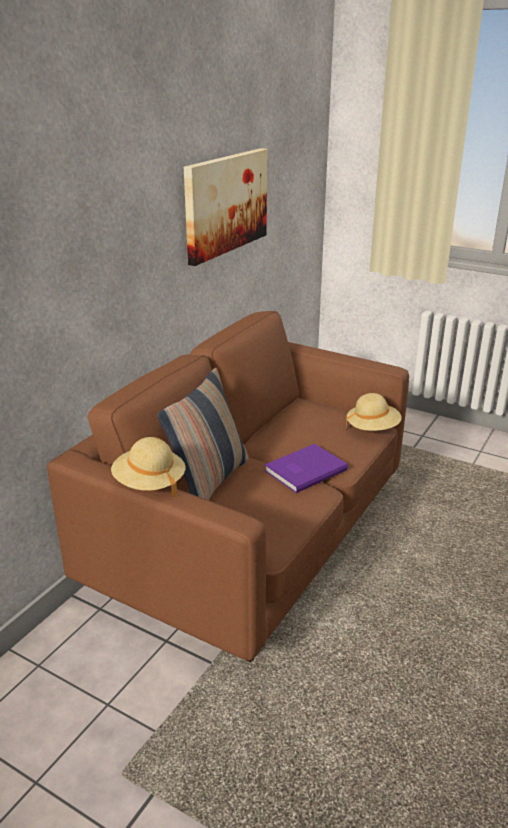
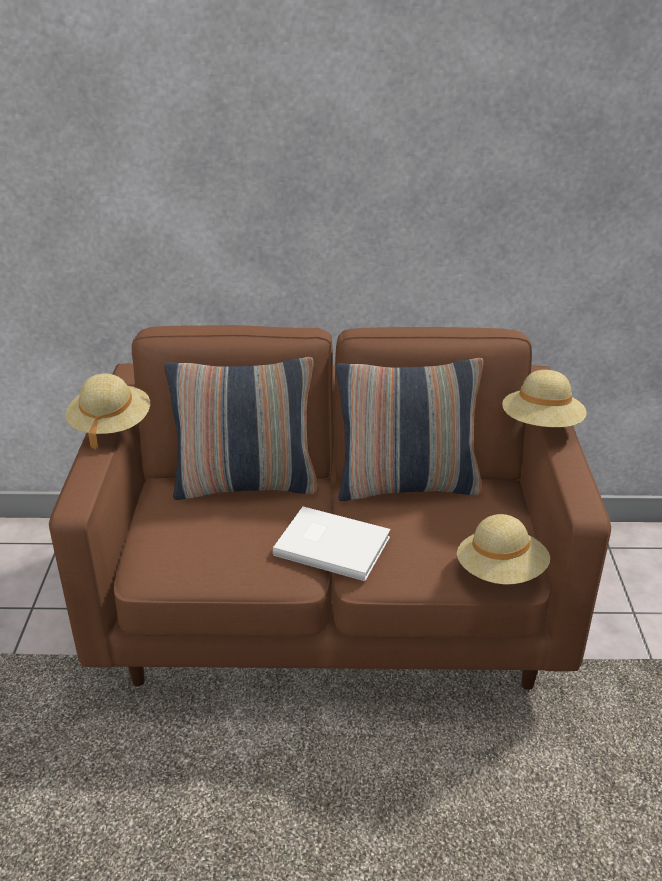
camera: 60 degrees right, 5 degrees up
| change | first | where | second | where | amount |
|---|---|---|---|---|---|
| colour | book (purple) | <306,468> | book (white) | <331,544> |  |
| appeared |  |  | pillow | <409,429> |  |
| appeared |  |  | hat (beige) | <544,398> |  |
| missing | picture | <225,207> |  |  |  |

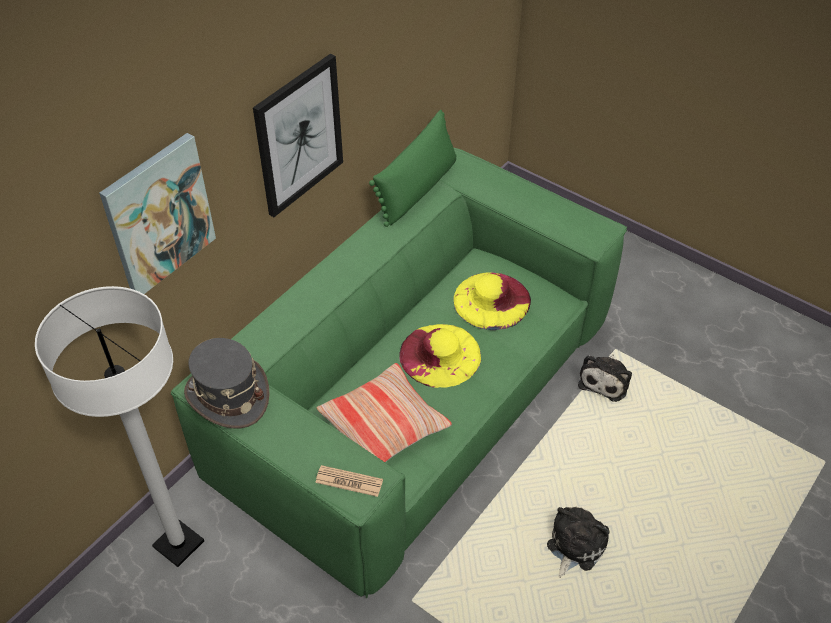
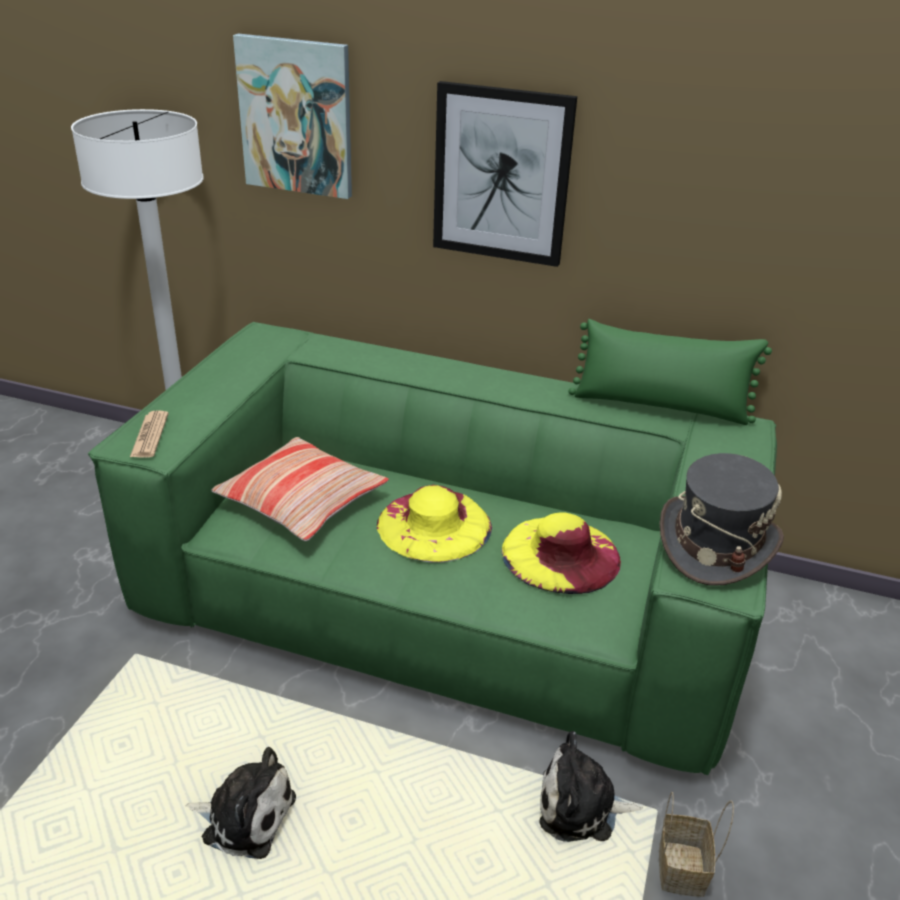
camera: 70 degrees right, 15 degrees down
| change | first | where | second | where | amount |
|---|---|---|---|---|---|
| appeared |  |  | basket | <696,844> |  |
| relocated | hat (grey) | <227,383> |  | <722,519> |  |

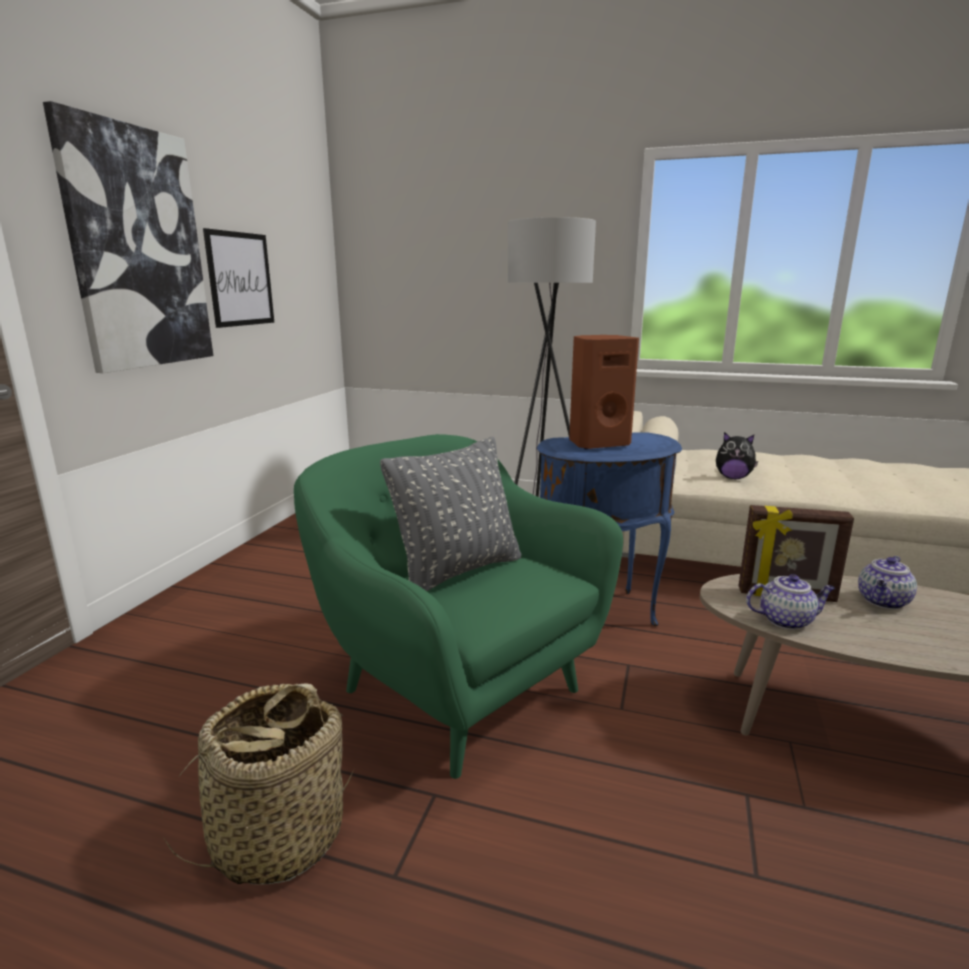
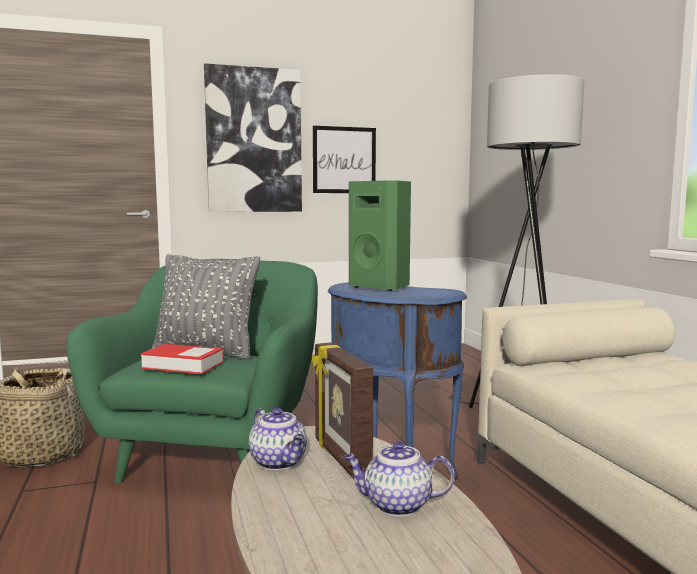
camera: 55 degrees right, 10 degrees down
| change | first | where | second | where | amount |
|---|---|---|---|---|---|
| appeared |  |  | book | <182,359> |  |
| colour | speaker (brown) | <604,392> | speaker (green) | <380,236> |  |
| missing | plush toy | <737,455> |  |  |  |

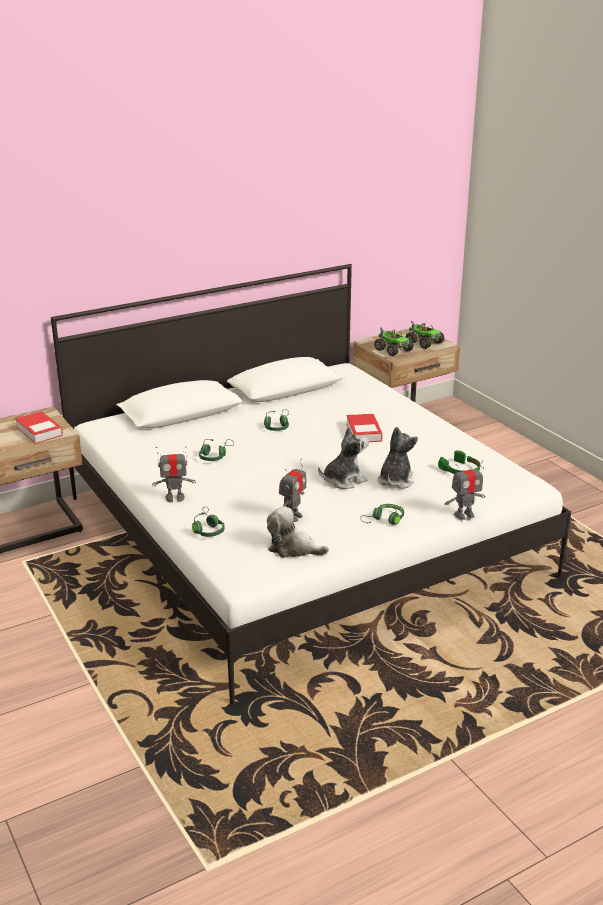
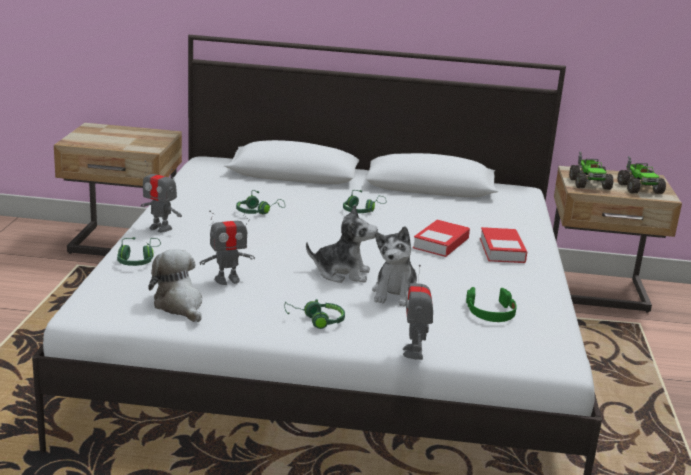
camera: 35 degrees right, 5 degrees down
| change | first | where | second | where | amount |
|---|---|---|---|---|---|
| spun | plush toy | <398,458> |  | <394,266> | 135 degrees clockwise |
| spun | toy robot | <465,490> |  | <418,312> | 75 degrees clockwise |
| relocated | book | <39,427> |  | <503,245> |  |

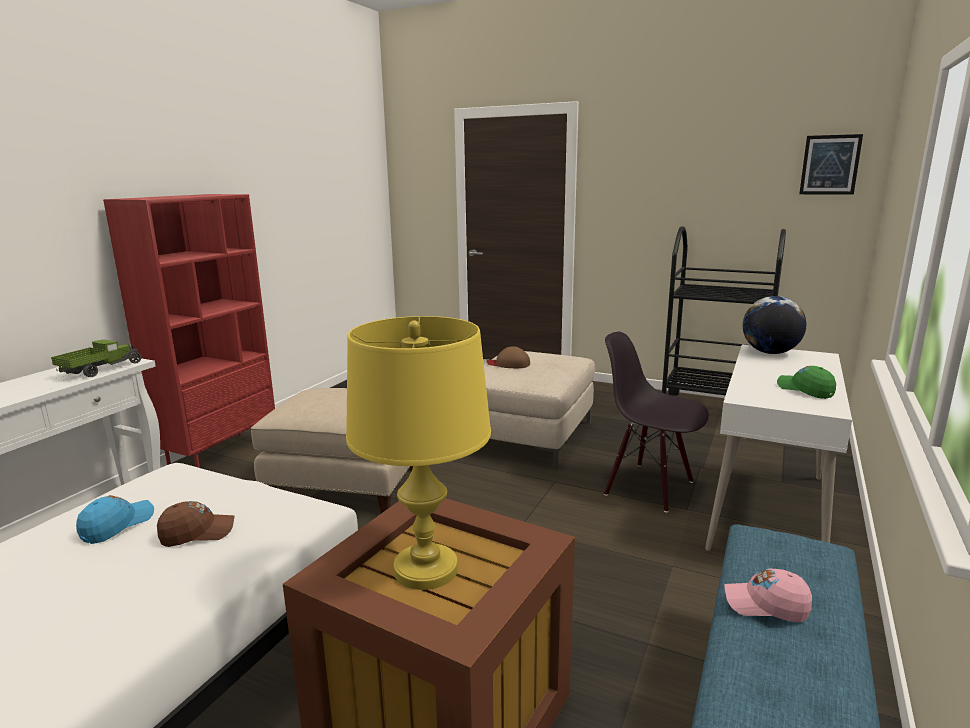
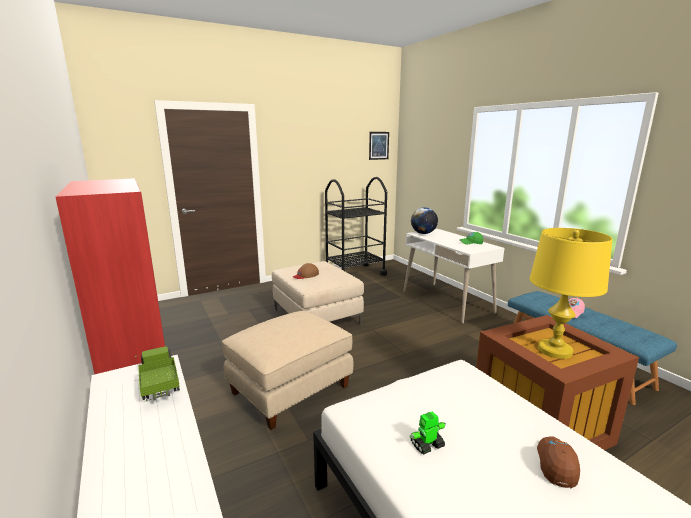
camera: 55 degrees left, 0 degrees up
| change | first | where | second | where | amount |
|---|---|---|---|---|---|
| exchanged | cap (blue) | <115,519> | toy robot | <427,433> |  |
| relocated | cap (brown) | <196,524> |  | <558,462> |  |
| missing | chair (black) | <656,422> |  |  |  |

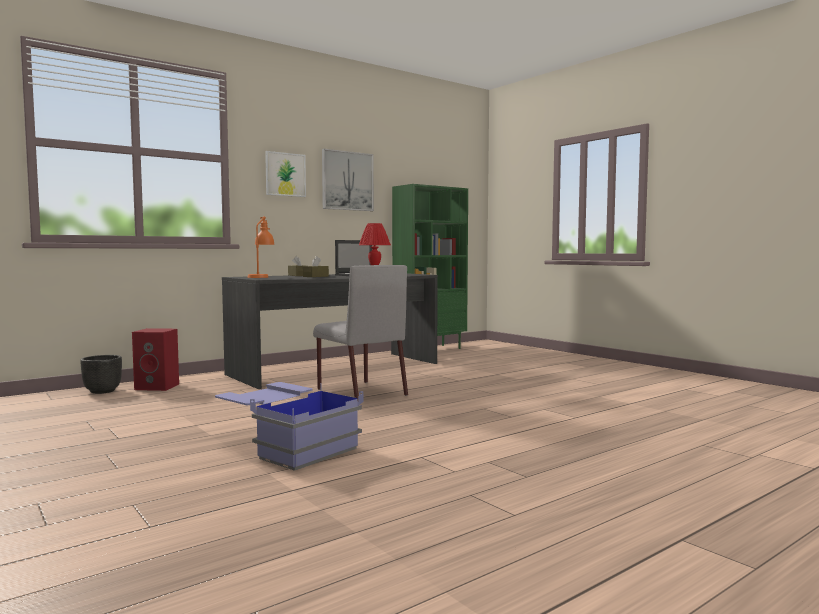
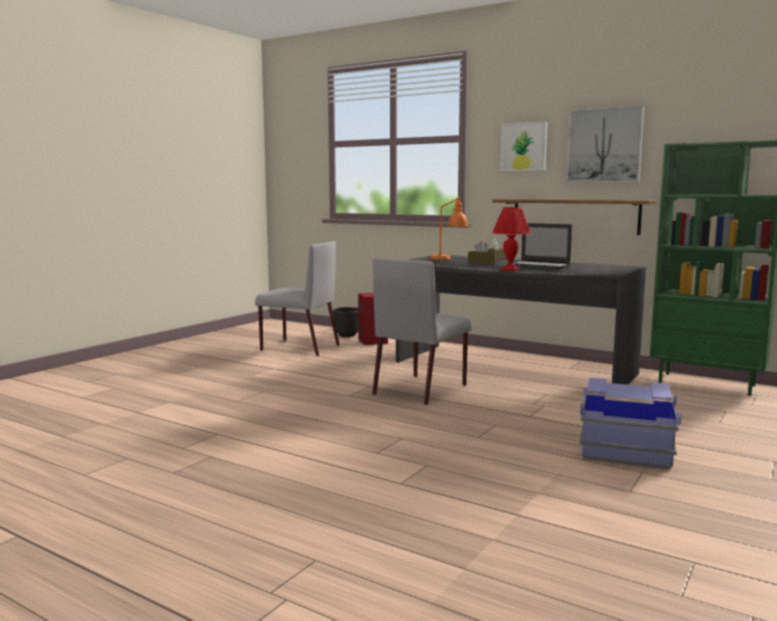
camera: 70 degrees right, 5 degrees up
| change | first | where | second | where | amount |
|---|---|---|---|---|---|
| appeared |  |  | chair (grey) | <297,298> |  |
| appeared |  |  | shelf | <574,217> |  |
| relocated | storage box (blue) | <289,426> |  | <631,423> |  |

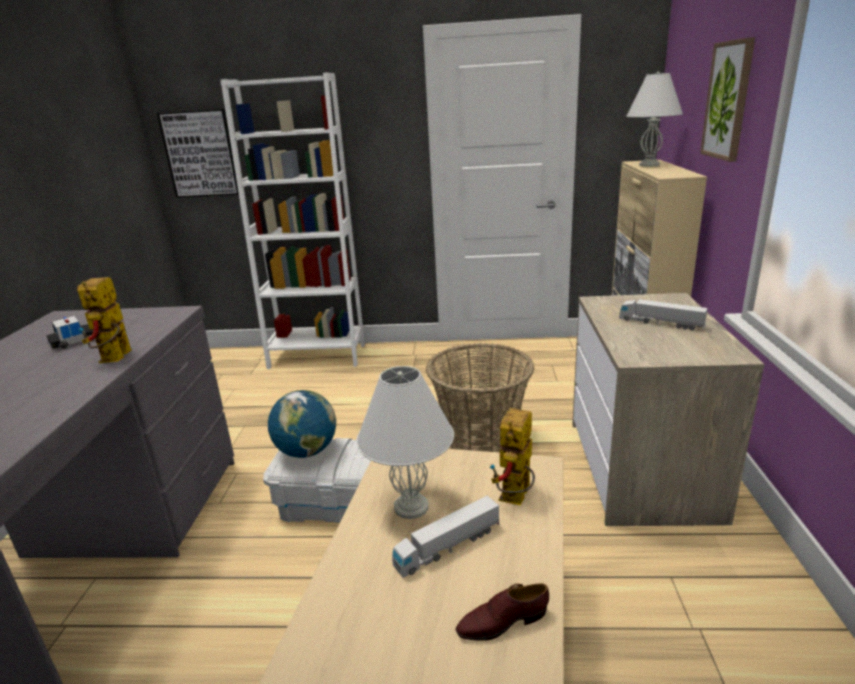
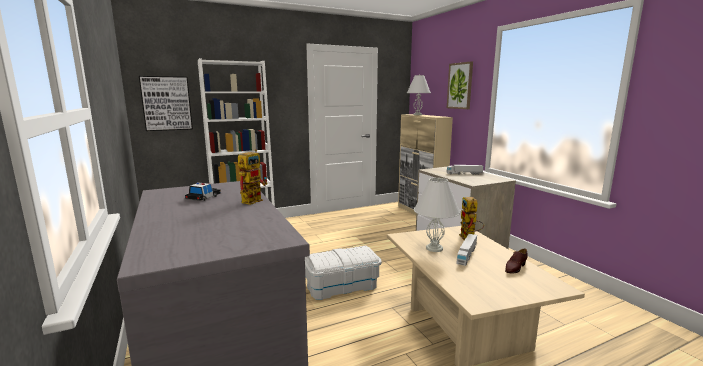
camera: 30 degrees left, 10 degrees down
| change | first | where | second | where | amount |
|---|---|---|---|---|---|
| spun | toy robot | <104,320> |  | <253,177> | 120 degrees counterclockwise |
| missing | globe | <302,424> |  |  |  |
| missing | basket | <480,397> |  |  |  |

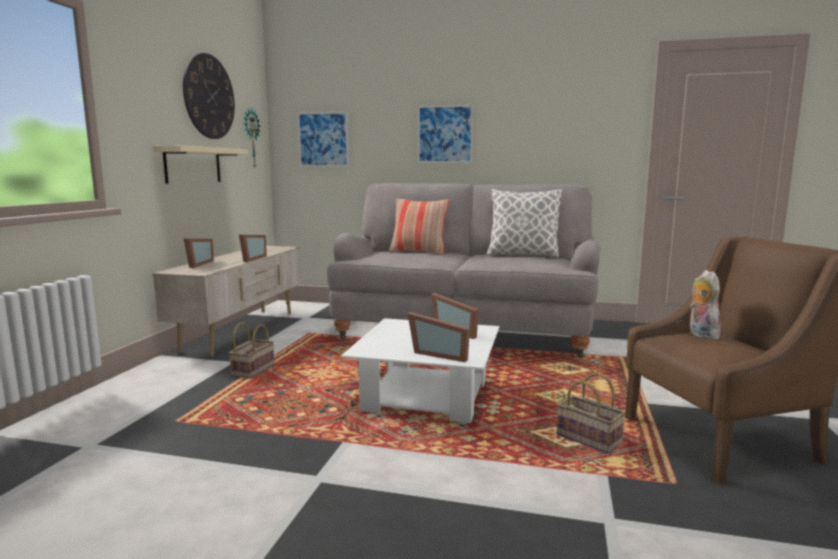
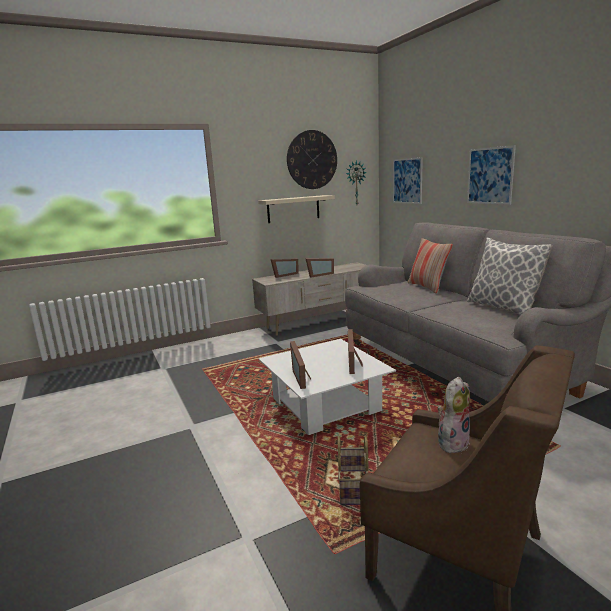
camera: 50 degrees right, 5 degrees up
| change | first | where | second | where | amount |
|---|---|---|---|---|---|
| missing | basket | <252,350> |  |  |  |

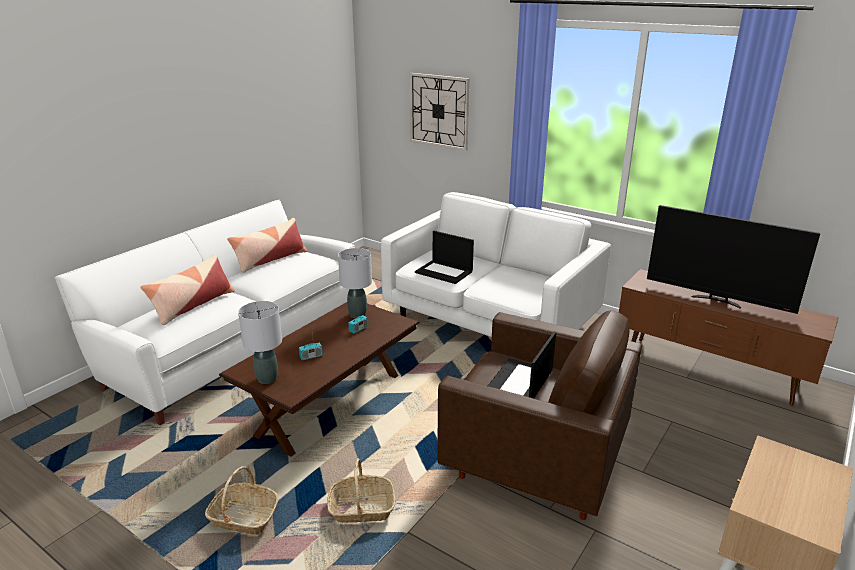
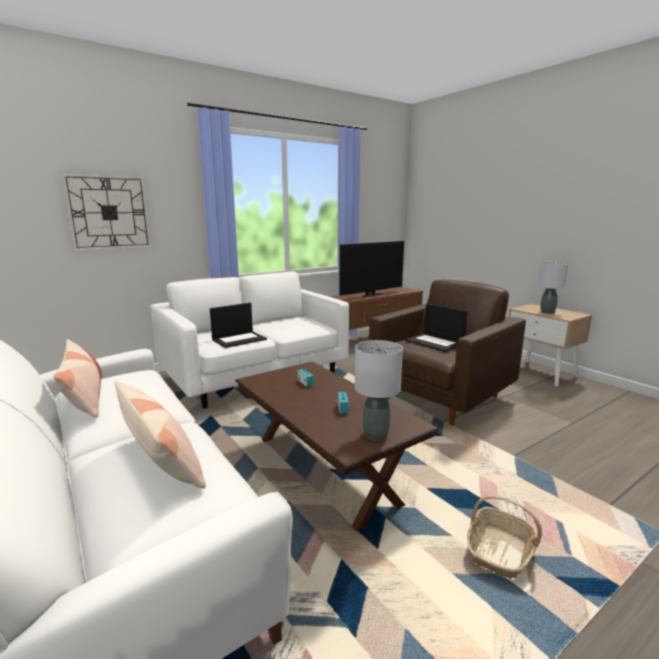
camera: 70 degrees left, 10 degrees down
| change | first | where | second | where | amount |
|---|---|---|---|---|---|
| relocated | table lamp (grey) | <355,283> |  | <553,288> |  |
| missing | basket | <361,490> |  |  |  |

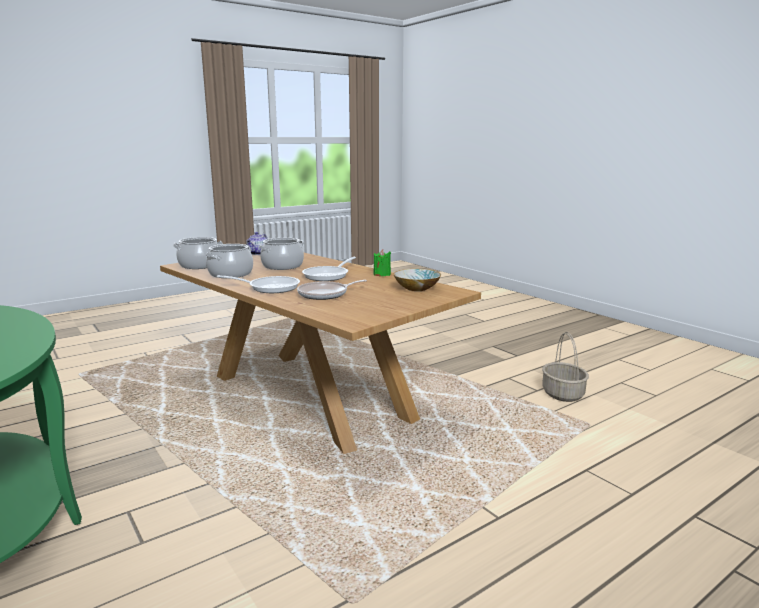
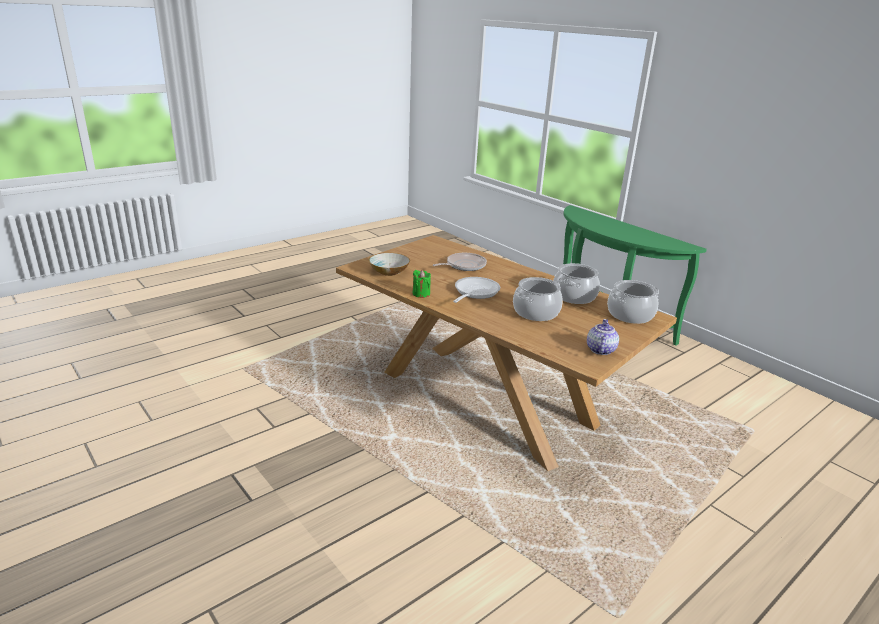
camera: 175 degrees right, 10 degrees up
| change | first | where | second | where | amount |
|---|---|---|---|---|---|
| missing | frying pan | <258,284> |  |  |  |
| missing | basket | <565,367> |  |  |  |

